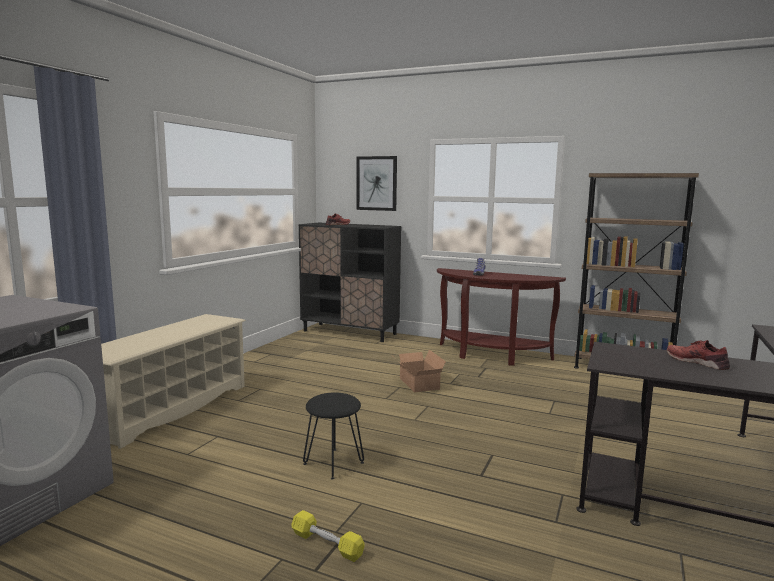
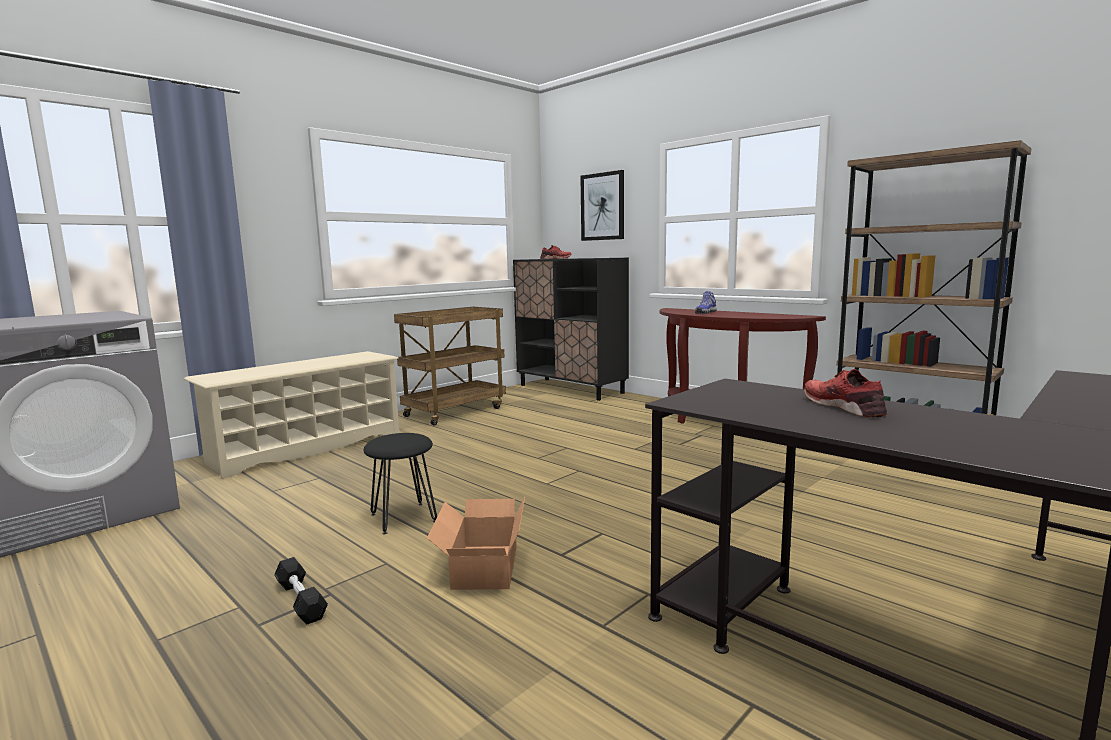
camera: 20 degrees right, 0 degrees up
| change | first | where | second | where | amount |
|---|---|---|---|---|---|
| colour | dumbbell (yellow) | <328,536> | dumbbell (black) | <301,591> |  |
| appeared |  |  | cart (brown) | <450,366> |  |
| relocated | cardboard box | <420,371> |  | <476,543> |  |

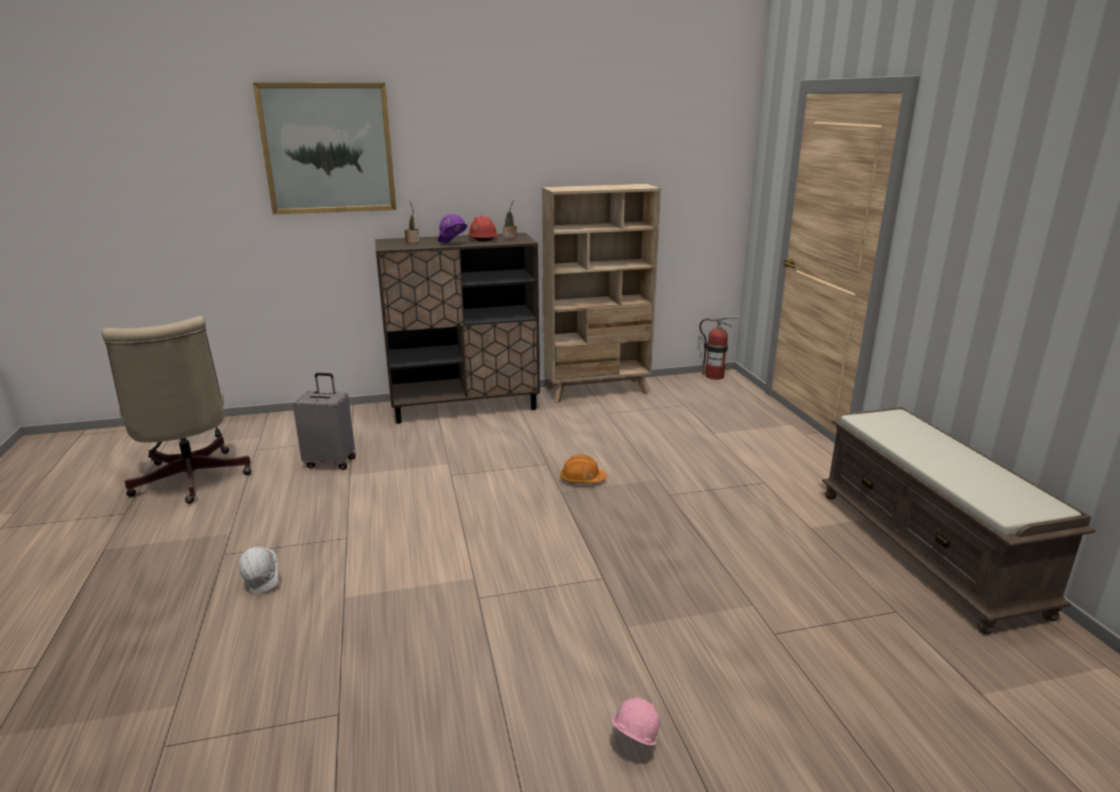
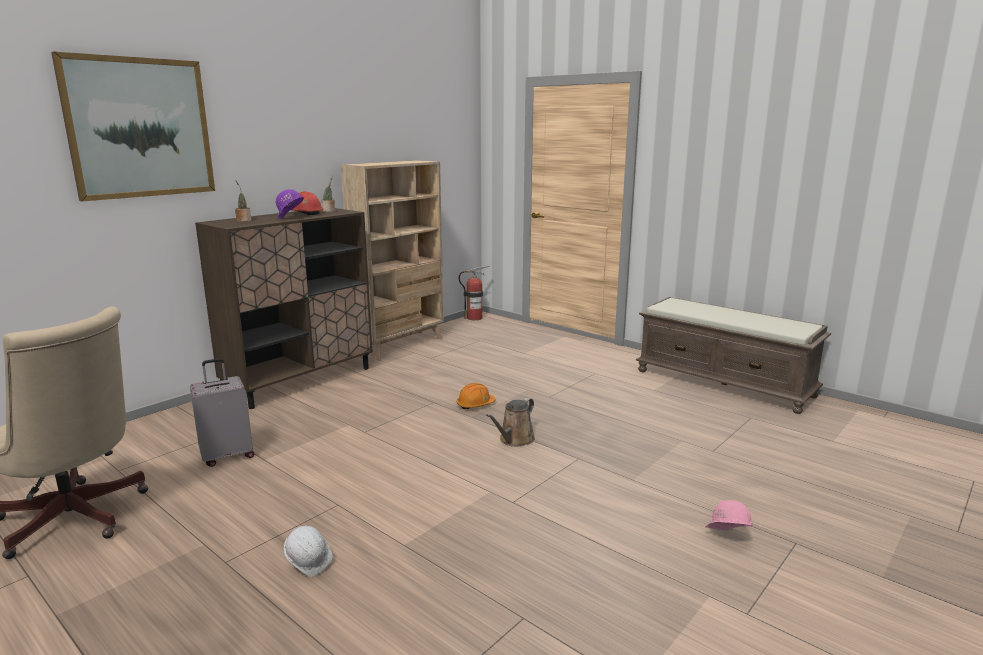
camera: 35 degrees left, 5 degrees down
| change | first | where | second | where | amount |
|---|---|---|---|---|---|
| appeared |  |  | watering can (brown) | <510,422> |  |

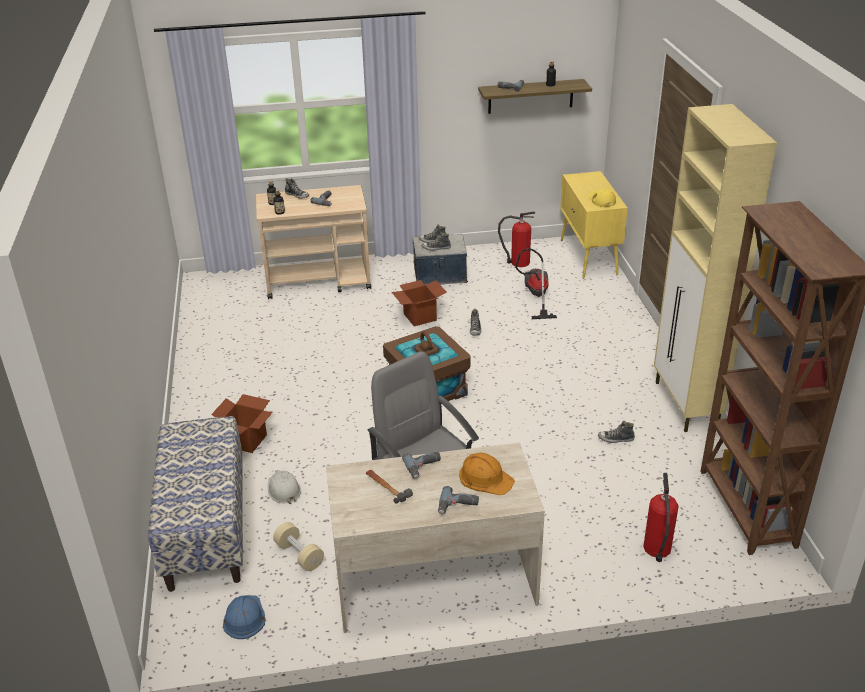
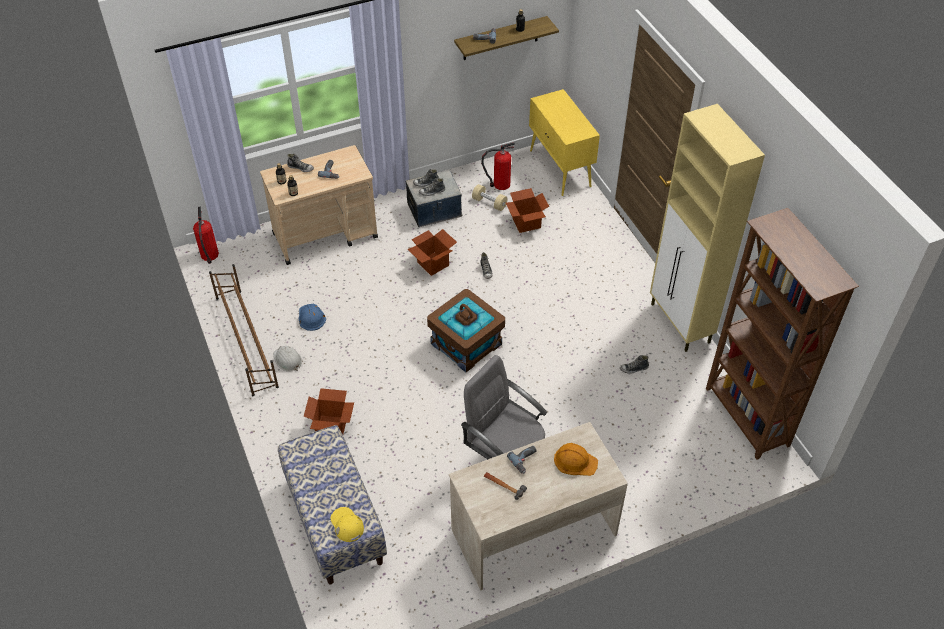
camera: 15 degrees left, 15 degrees up
| change | first | where | second | where | amount |
|---|---|---|---|---|---|
| relocated | fire extinguisher | <661,517> |  | <206,235> |  |
| appeared |  |  | shoe rack (brown) | <244,330> |  |
| relocated | hard hat (white) | <284,487> |  | <287,358> |  |
| relocated | hard hat (blue) | <244,617> |  | <312,317> |  |
| relocated | cap (yellow) | <602,197> |  | <347,524> |  |
| relocated | dumbbell (beige) | <298,546> |  | <490,197> |  |
| exchanged | vacuum cleaner | <536,284> | cardboard box | <527,210> |  |
| missing | power drill | <458,500> |  |  |  |

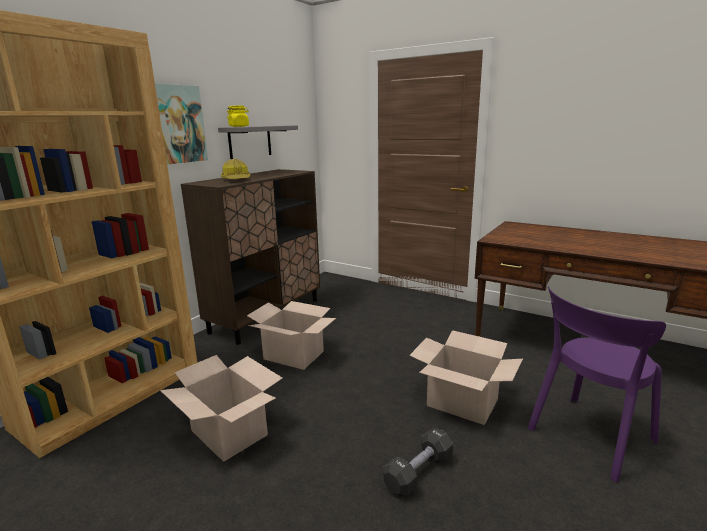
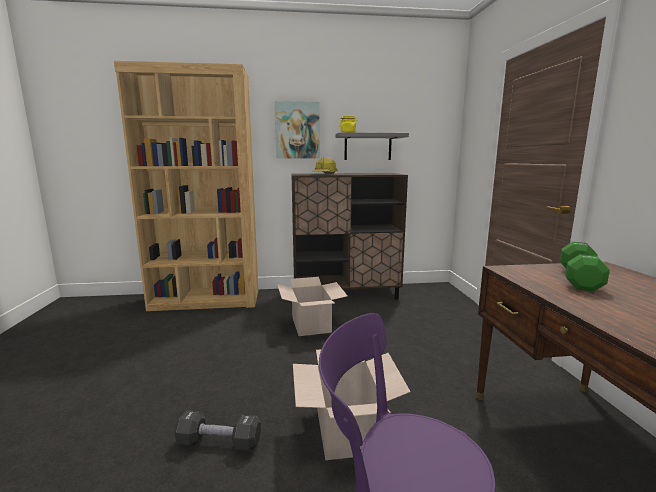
camera: 50 degrees right, 5 degrees down
| change | first | where | second | where | amount |
|---|---|---|---|---|---|
| appeared |  |  | dumbbell (green) | <585,267> |  |
| missing | cardboard box | <221,408> |  |  |  |

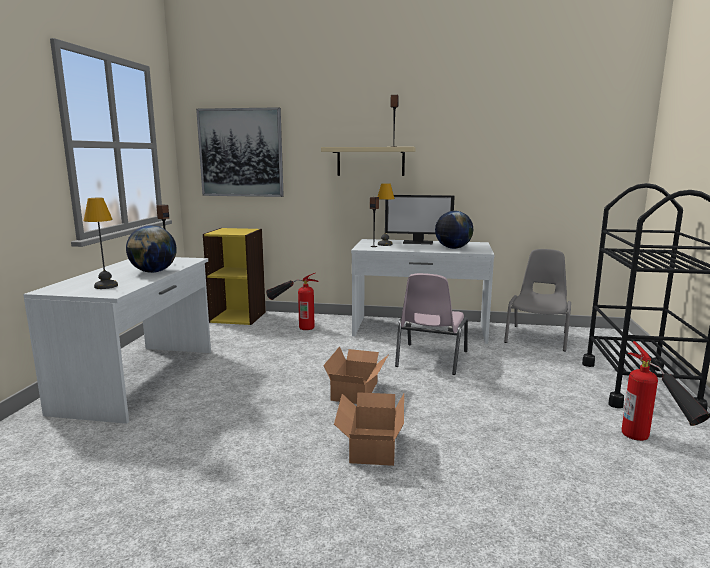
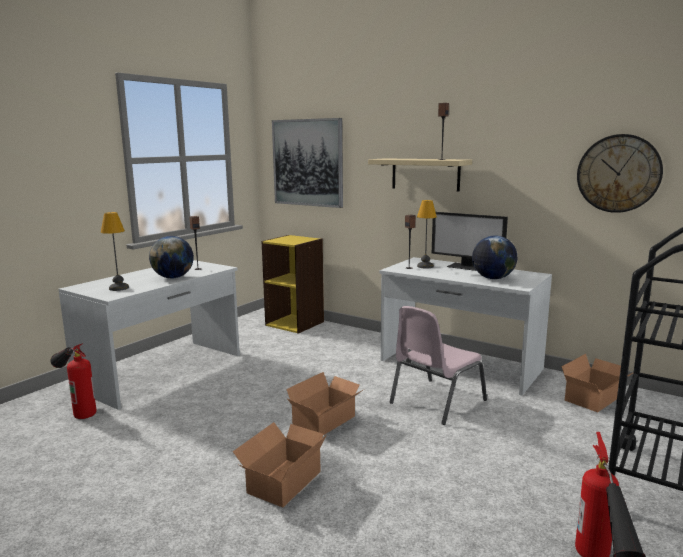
camera: 25 degrees right, 0 degrees up
| change | first | where | second | where | amount |
|---|---|---|---|---|---|
| relocated | fire extinguisher | <292,301> |  | <73,381> |  |
| exchanged | chair (grey) | <537,300> | cardboard box | <597,383> |  |
| appeared |  |  | wall clock | <620,173> |  |

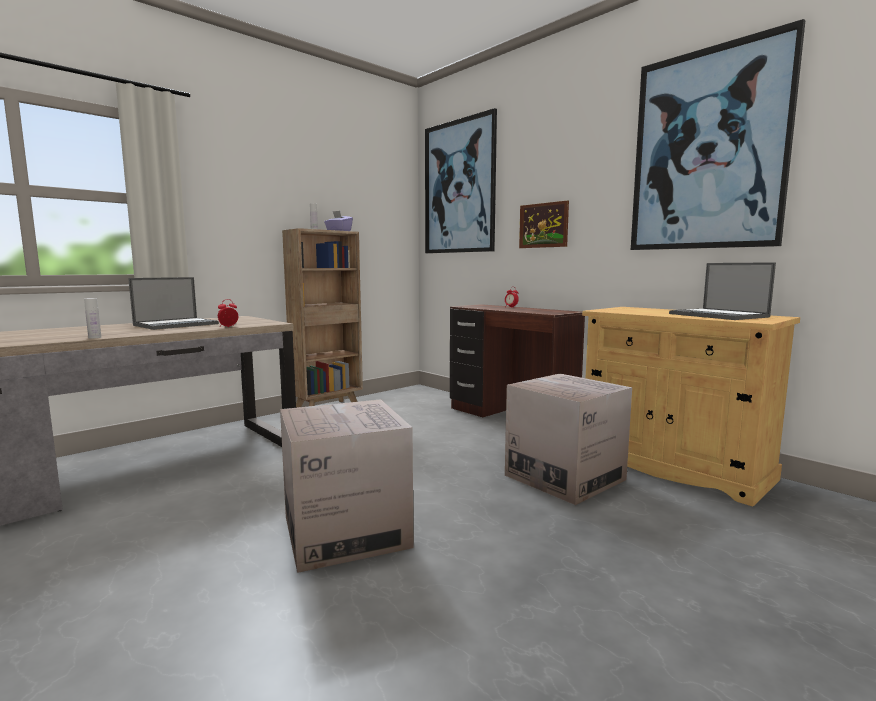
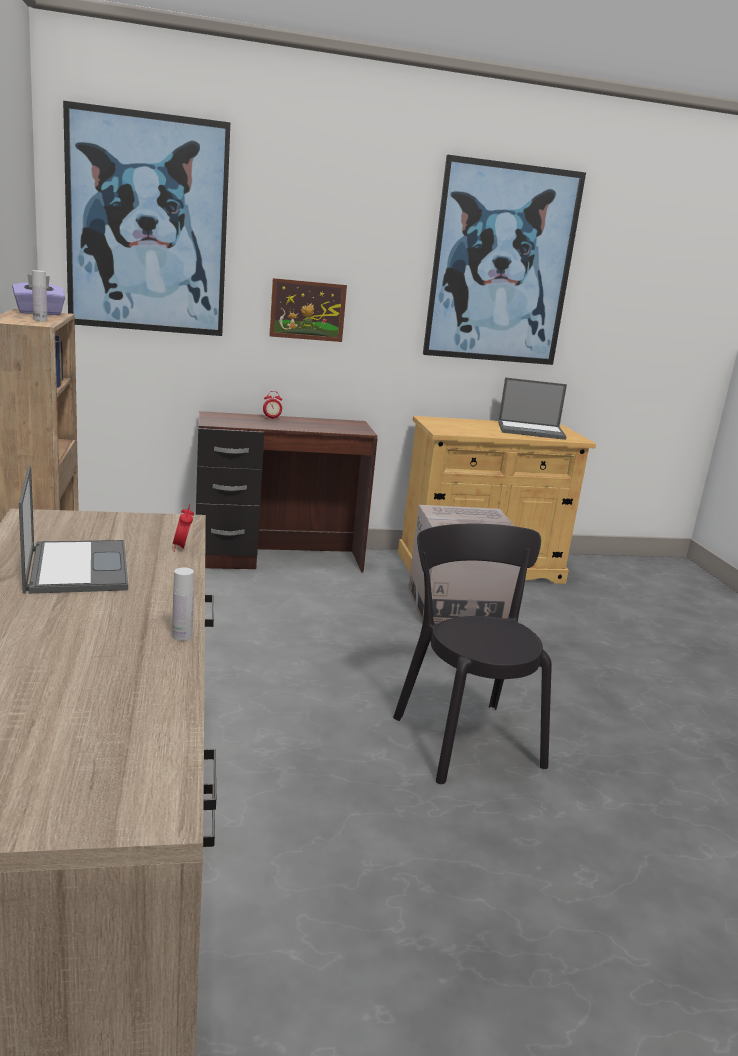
camera: 60 degrees left, 10 degrees up
| change | first | where | second | where | amount |
|---|---|---|---|---|---|
| exchanged | cardboard box | <347,486> | chair (black) | <472,654> |  |

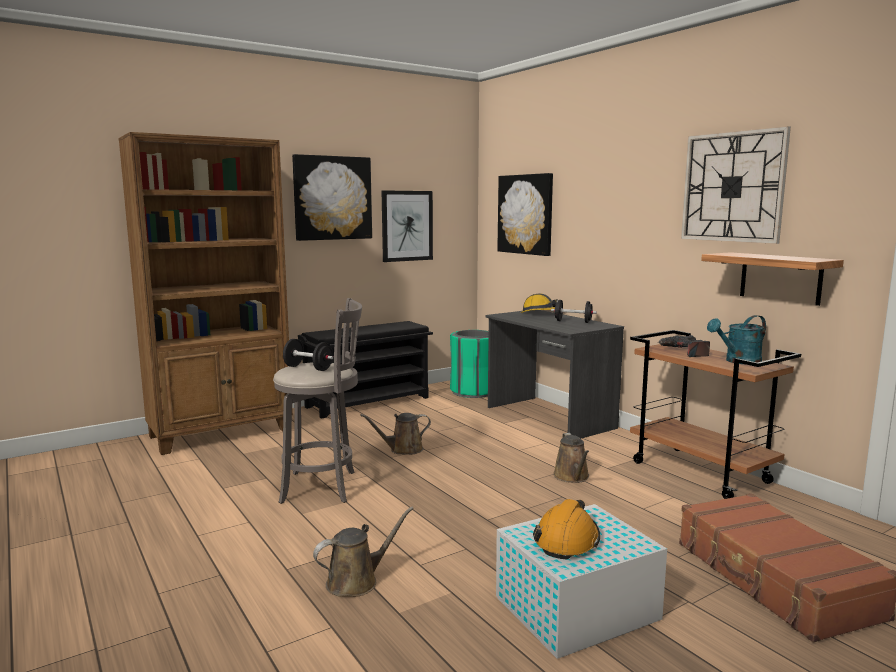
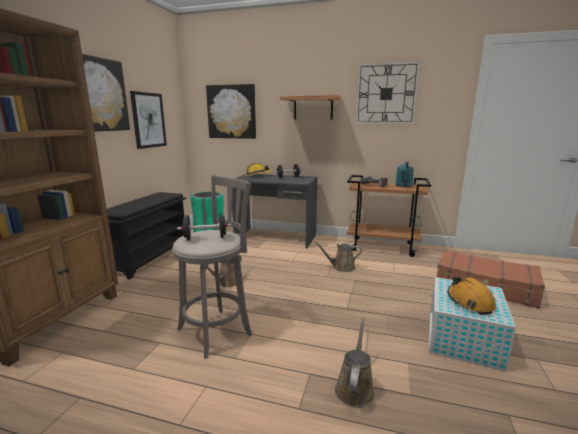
camera: 40 degrees left, 5 degrees up
| change | first | where | second | where | amount |
|---|---|---|---|---|---|
| relocated | shelf | <772,279> |  | <311,107> |  |
| spun | watering can (brown) | <571,458> |  | <337,257> | 135 degrees clockwise |

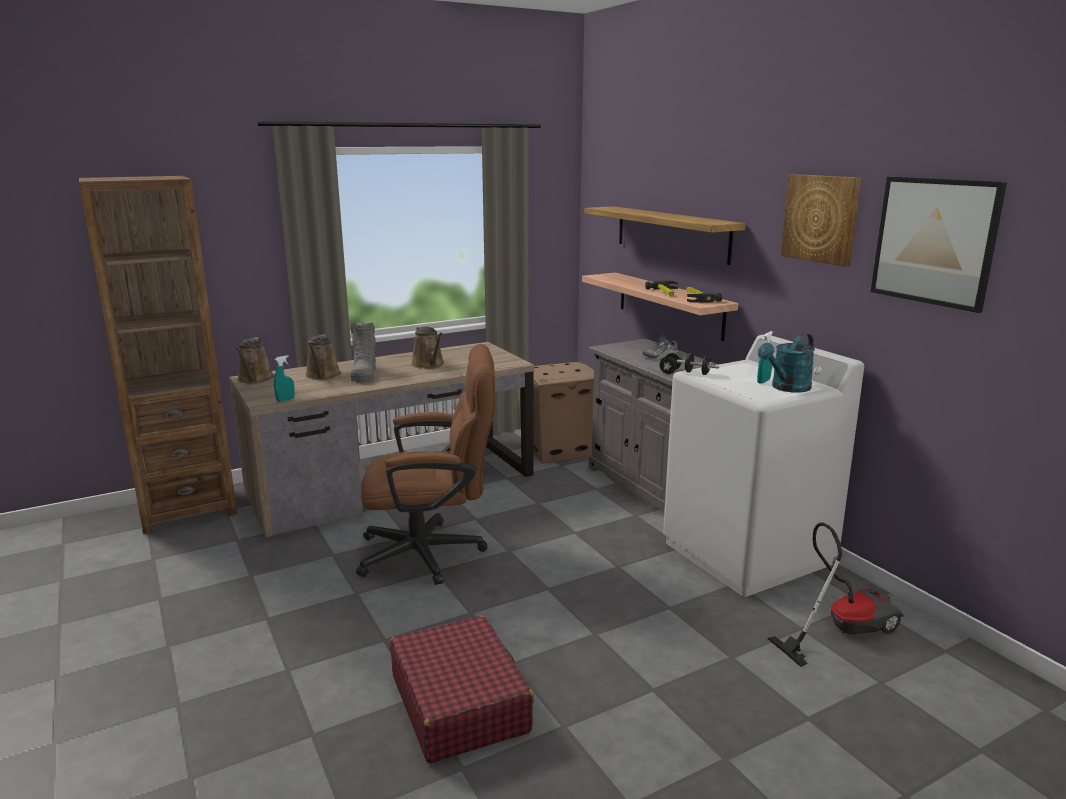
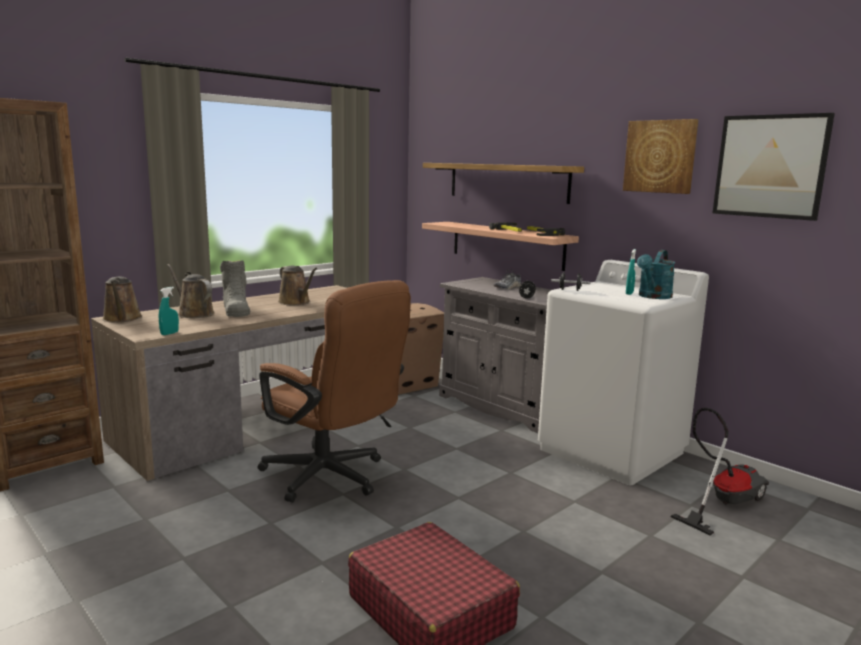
camera: 15 degrees left, 5 degrees down
| change | first | where | second | where | amount |
|---|---|---|---|---|---|
| spun | watering can (brown) | <323,357> |  | <190,291> | 150 degrees clockwise |
| spun | office chair (brown) | <425,464> |  | <334,391> | 60 degrees clockwise |

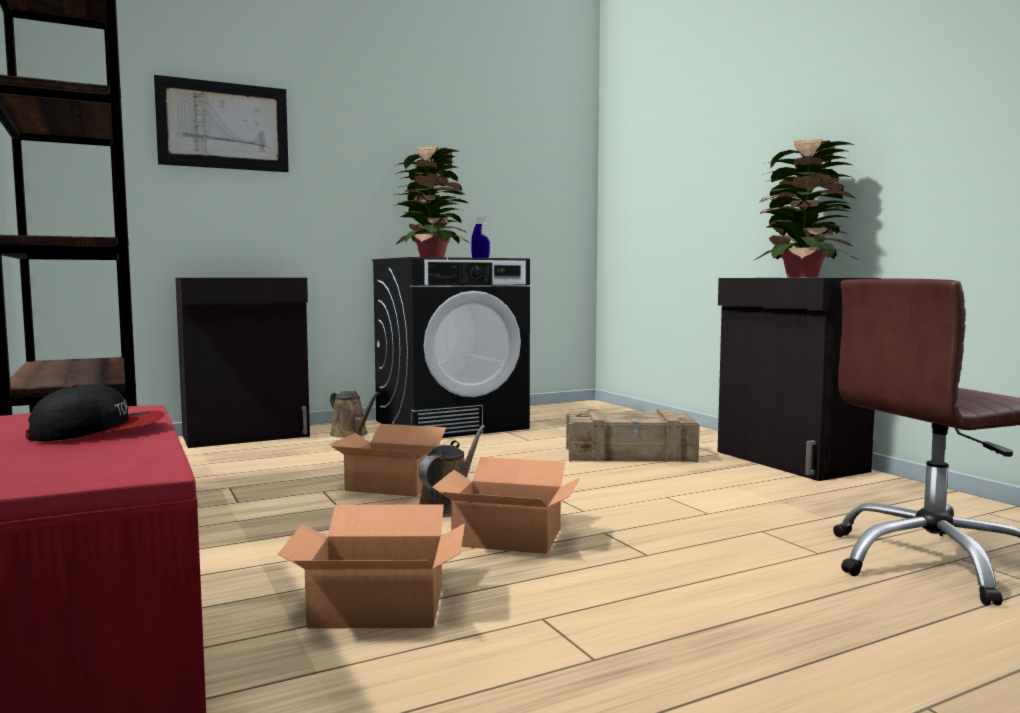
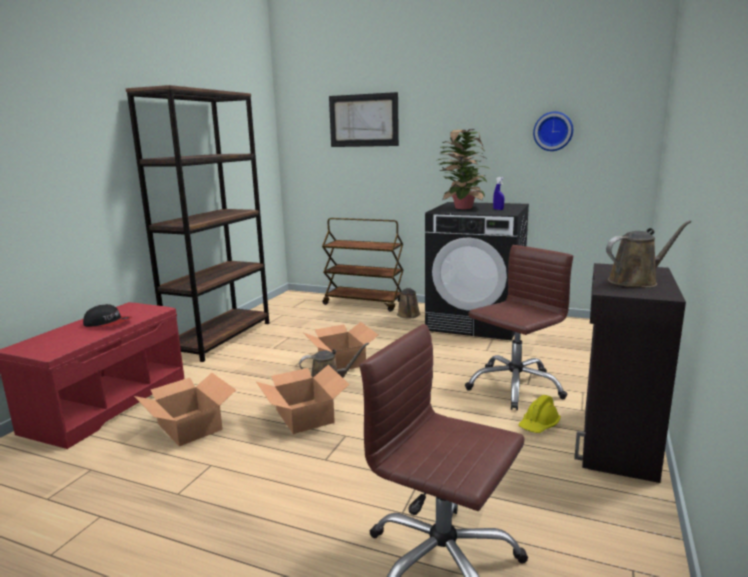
camera: 50 degrees right, 10 degrees up
| change | first | where | second | where | amount |
|---|---|---|---|---|---|
| exchanged | cabinet (black) | <242,363> | cart (brown) | <362,265> |  |
| exchanged | crate | <633,435> | office chair (brown) | <519,327> |  |
| appeared |  |  | hard hat (yellow) | <539,414> |  |
| appeared |  |  | wall clock | <553,131> |  |
| exchanged | potted plant | <805,208> | watering can (brown) | <648,254> |  |

